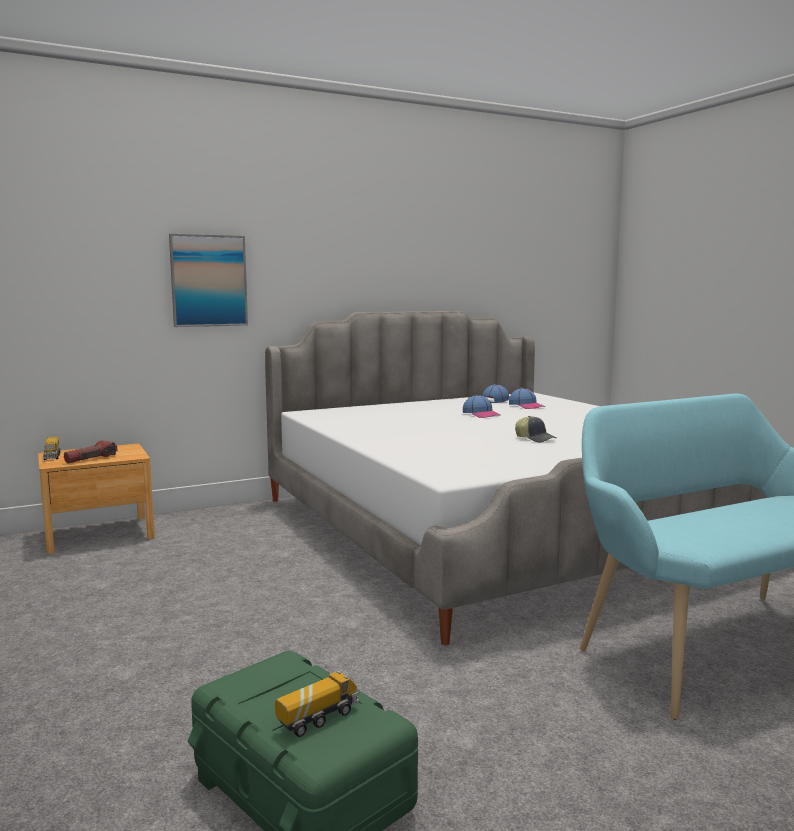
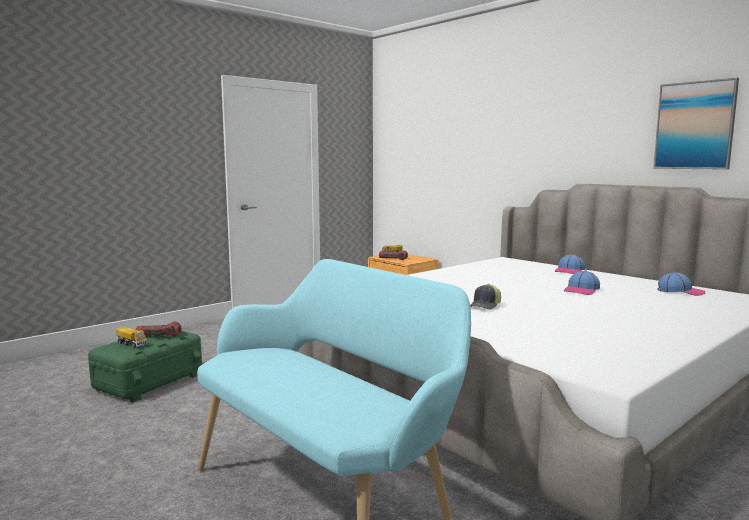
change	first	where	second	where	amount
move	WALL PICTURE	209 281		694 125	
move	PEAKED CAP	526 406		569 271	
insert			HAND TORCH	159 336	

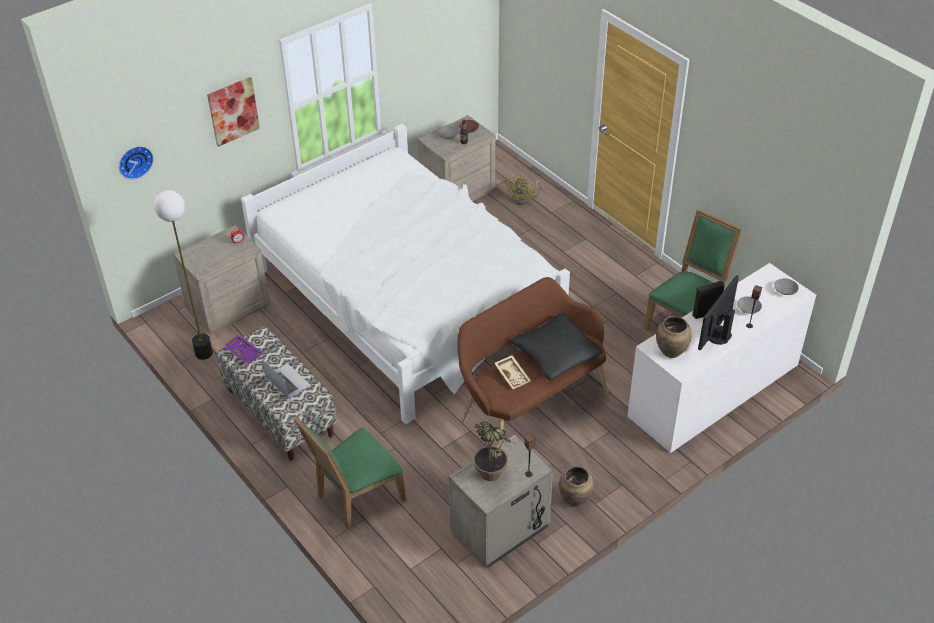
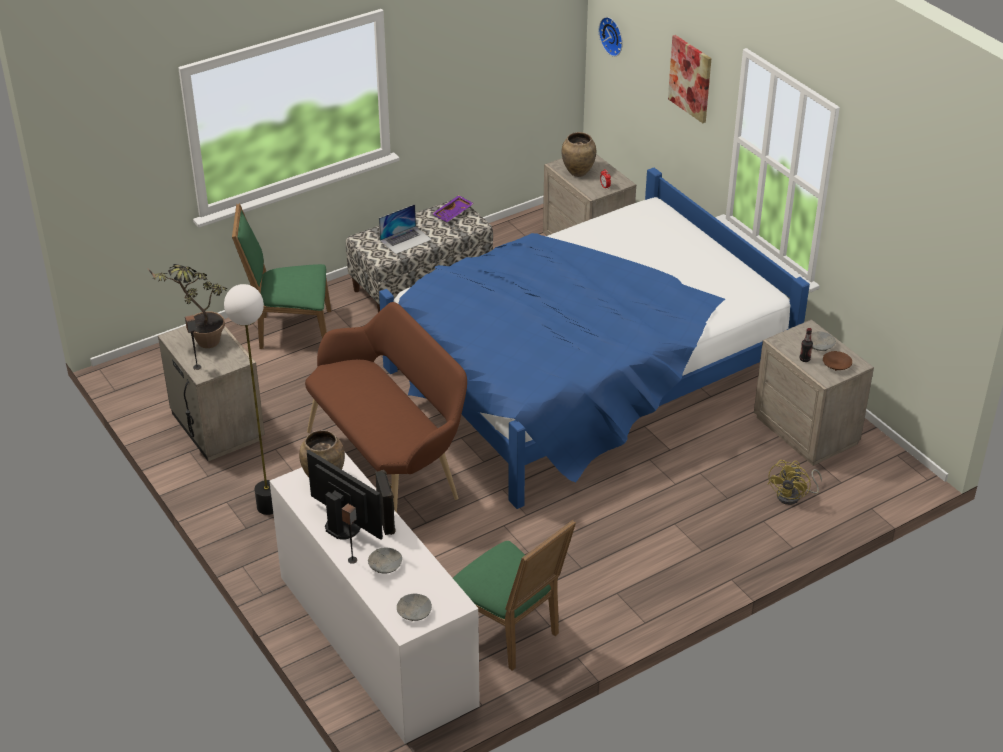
change	first	where	second	where	amount
recolor	WHITE-COLOURED BED	408 300	BLUE-COLOURED BED	586 377	
rotate	YELLOW FAN	524 199		793 496	90 degrees counterclockwise
move	FLOOR LAMP	203 353		269 506	
delete	BLACK-COLOURED THROW PILLOW	556 354			
delete	SAND-COLOURED CARRYING TRAY	513 375			
rotate	GREEN-COLOURED UPRIGHT CHAIR	356 499		290 331	60 degrees counterclockwise
move	BROWN-COLOURED DECORATIVE VASE	575 500		578 172	

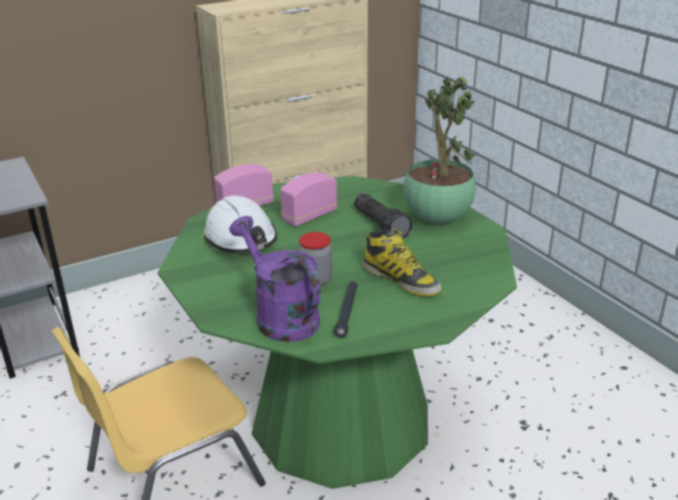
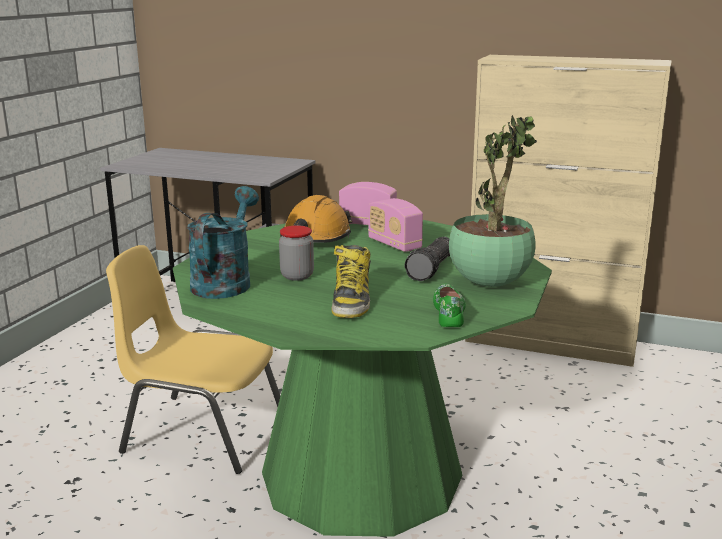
change	first	where	second	where	amount
rotate	RADIO SET	309 216		394 244	135 degrees counterclockwise
recolor	WHITE-COLOURED SAFETY HELMET	241 239	ORANGE SAFETY HELMET	315 238	
recolor	PURPLISH SPRINKLING CAN	280 316	TURQUOISE SPRINKLING CAN	225 282	
delete	BLACK-COLOURED HAND TORCH	347 312			
insert			GREEN-COLOURED LOW SHOE	450 312	

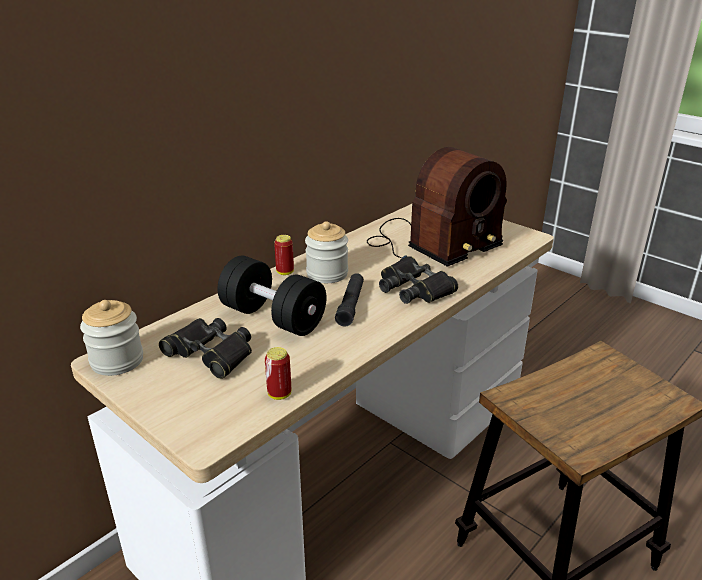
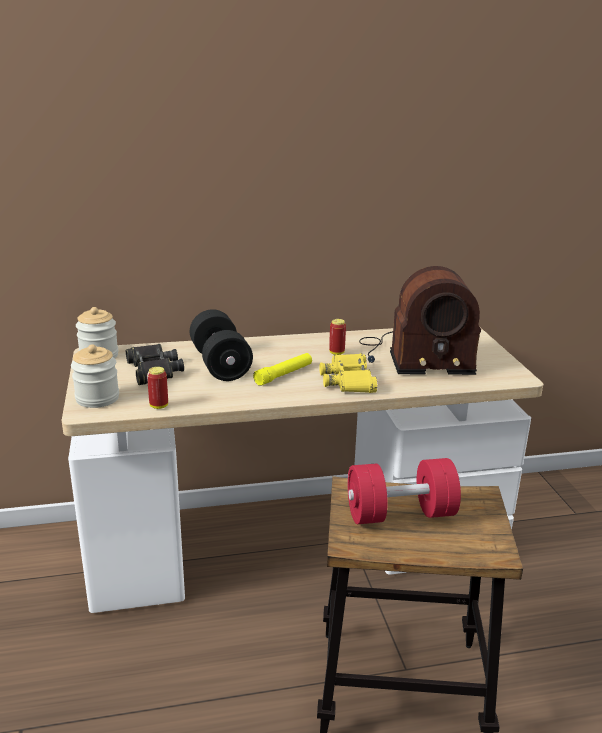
change	first	where	second	where	amount
move	PRESERVE JAR	327 274		97 398	
move	CAN	285 272		336 353	
recolor	BLACK-COLOURED FIELD GLASSES	414 288	YELLOW FIELD GLASSES	348 380	
recolor	BLACK-COLOURED HAND TORCH	350 305	YELLOW HAND TORCH	284 375	
insert			REDDISH FREE WEIGHT	400 514	

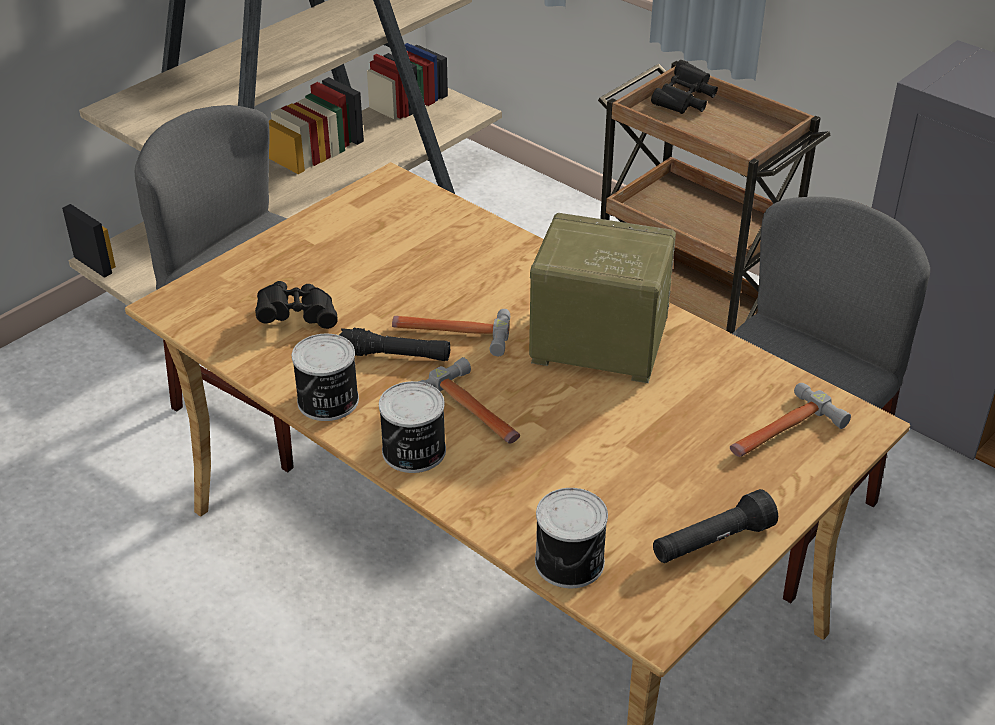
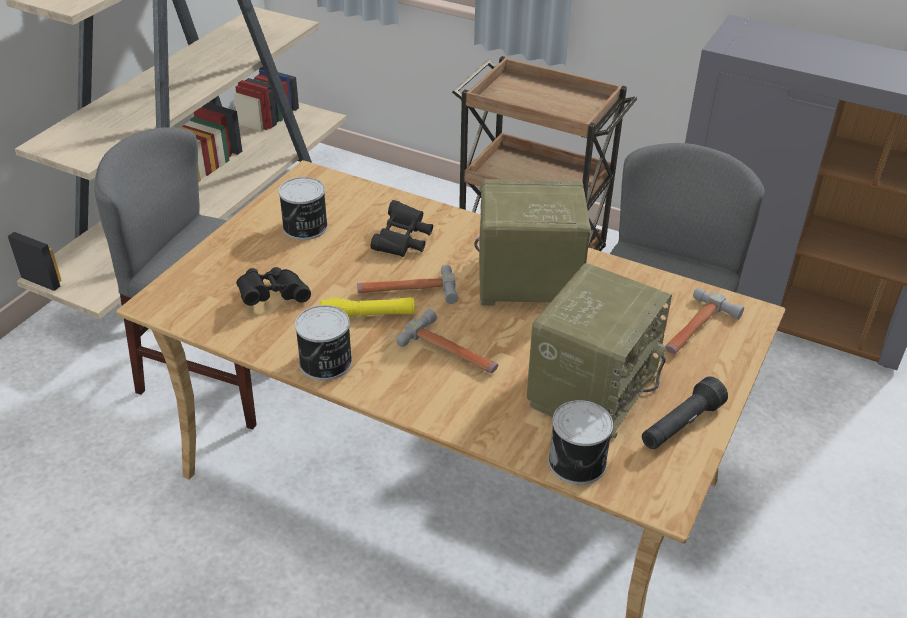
change	first	where	second	where	amount
move	BLACK-COLOURED FIELD GLASSES	684 101		403 241	
recolor	BLACK-COLOURED HAND TORCH	395 355	YELLOW HAND TORCH	368 316	
move	CAN	414 452		305 227	
insert			RADIO SET	592 388	

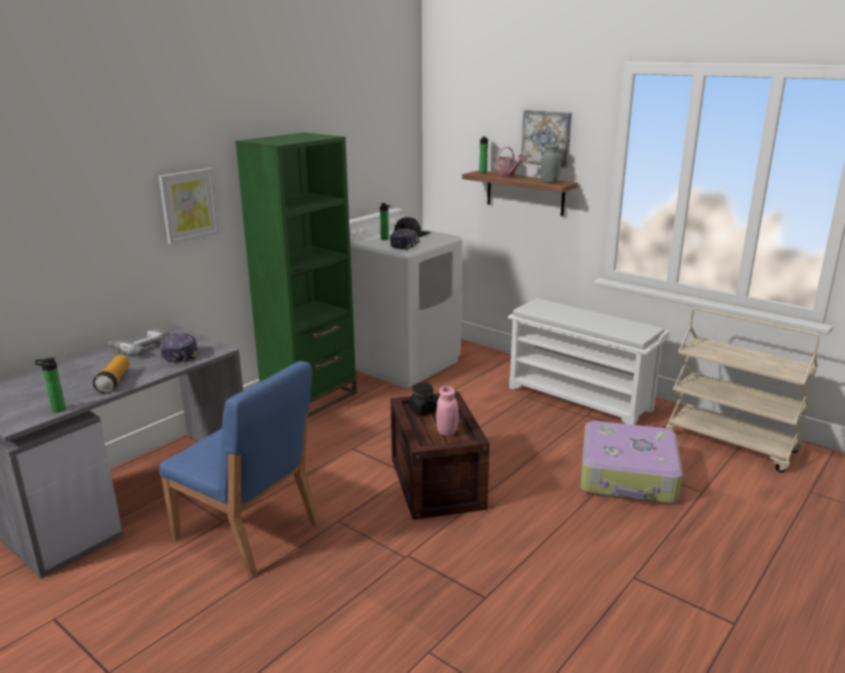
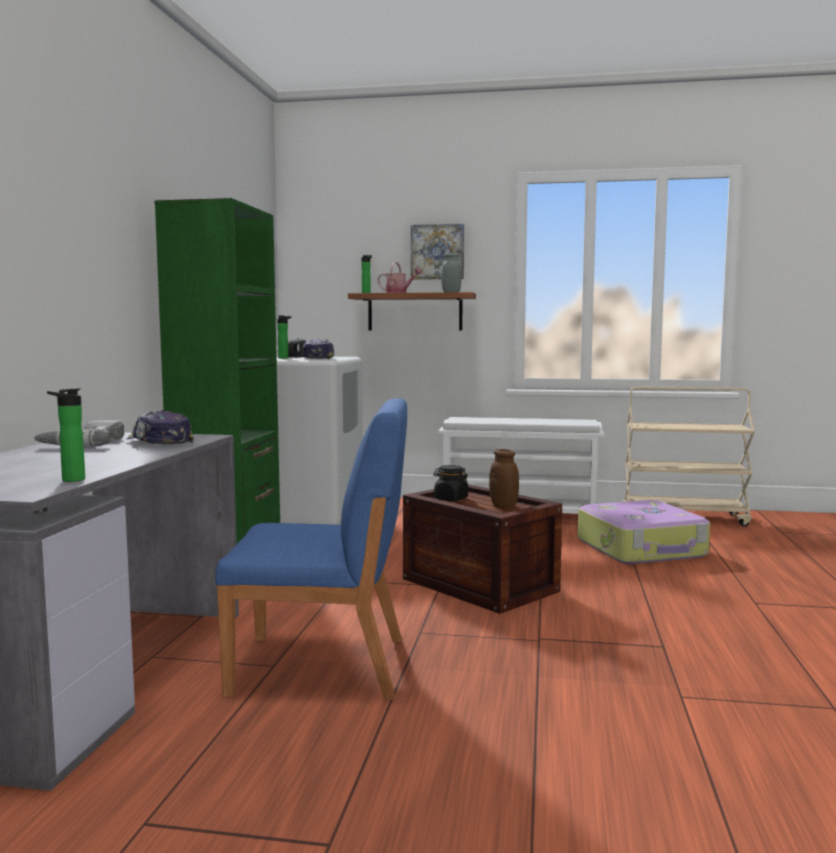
change	first	where	second	where	amount
delete	WALL PICTURE	189 205			
delete	HAND TORCH	114 382			
recolor	PINK-COLOURED PRESERVE JAR	447 432	BROWN-COLOURED PRESERVE JAR	503 506	

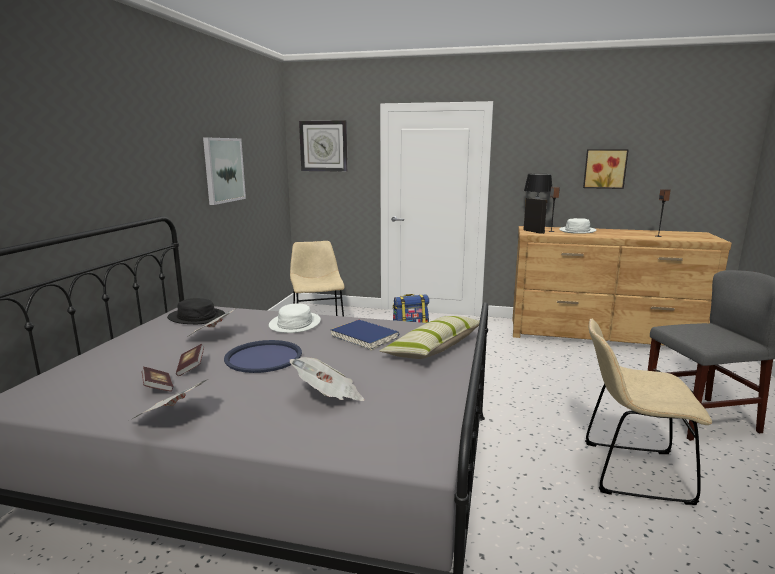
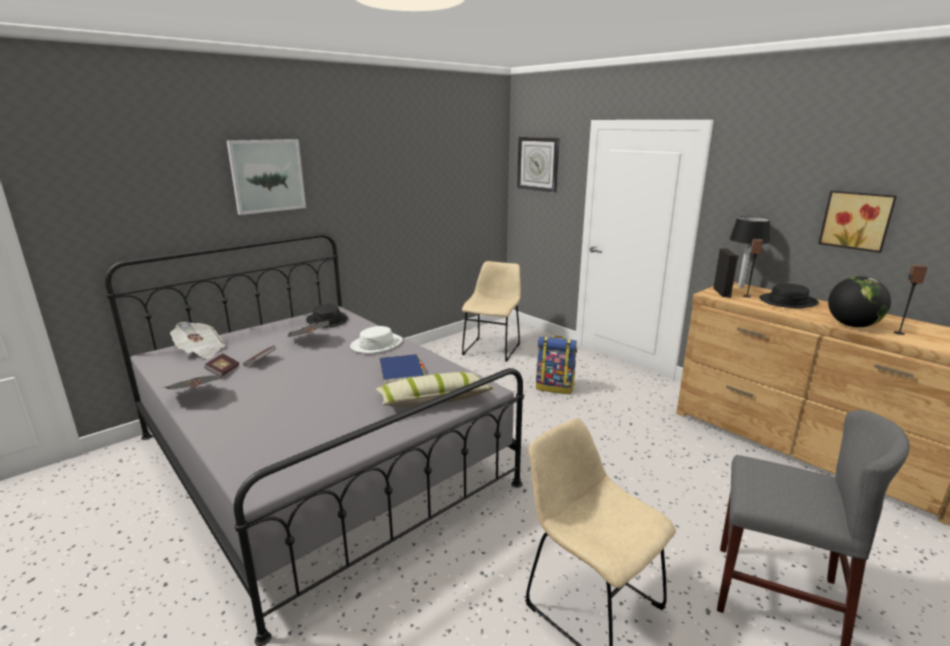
change	first	where	second	where	amount
move	WALL PICTURE	223 170		267 176	
recolor	WHITE-COLOURED CLOTHING HAT	577 231	BLACK-COLOURED CLOTHING HAT	788 301	
delete	BLUE-COLOURED CARRYING TRAY	263 357			
move	NEWSPAPER	329 397		200 351	
insert			DESK GLOBE	852 325	

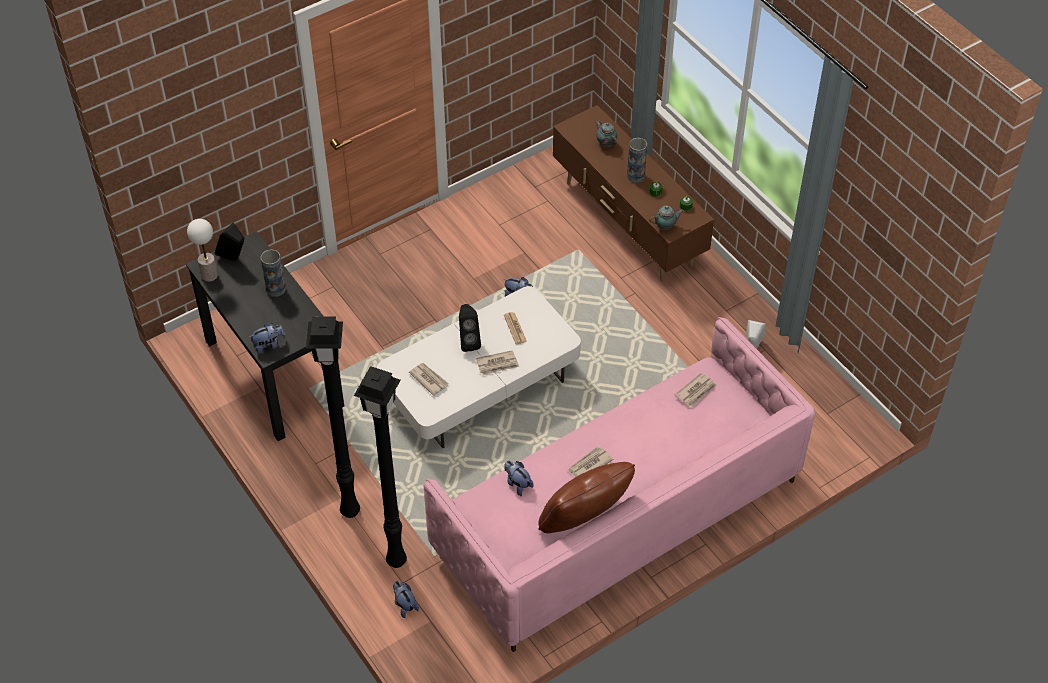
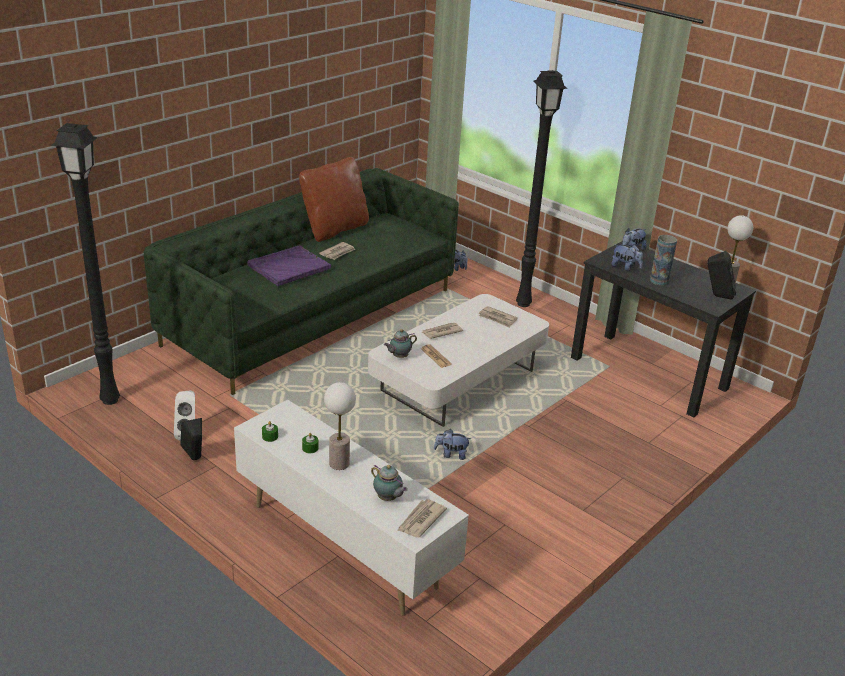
change	first	where	second	where	amount
recolor	BROWN-COLOURED TV STAND	628 224	WHITE-COLOURED TV STAND	344 544	
replace	DECORATIVE VASE	635 176	TABLETOP LAMP	339 463	
move	POT FOR TEA	666 227		399 357	
move	BLACK-COLOURED SPEAKER	468 341		195 459	
recolor	PINK-COLOURED SOFA	617 517	GREEN-COLOURED SOFA	312 316	
move	BLACK-COLOURED FLOOR LAMP	398 560		108 401	
move	NEWSPAPER	696 391		420 520	
move	SOFT TOY	517 484		625 267	
insert			PURPLISH CARRYING TRAY	288 267	

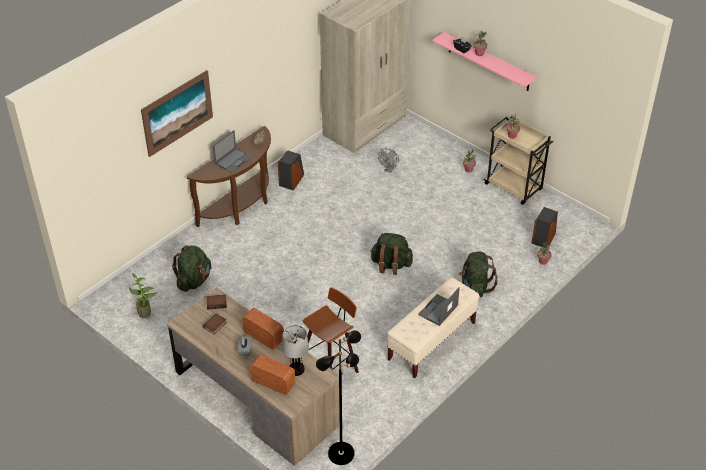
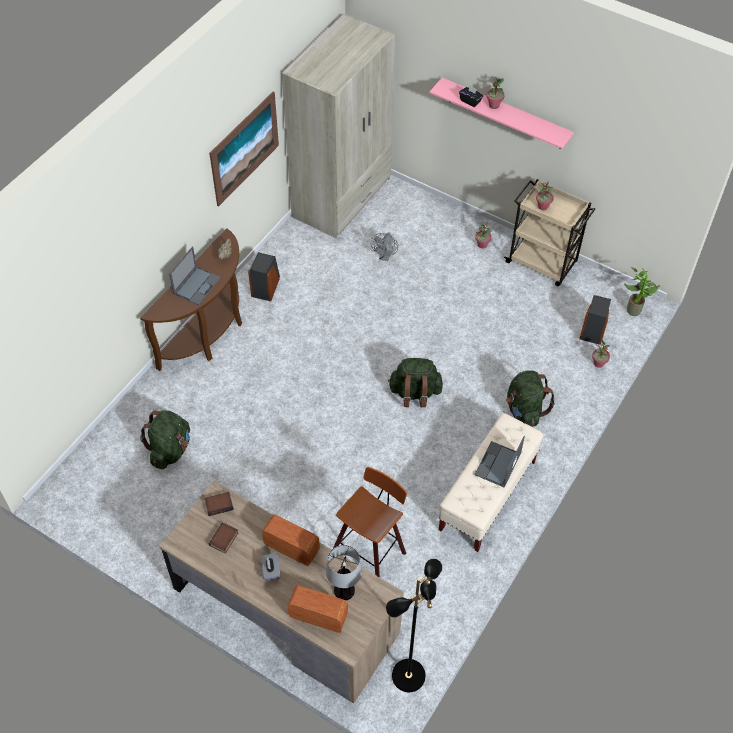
change	first	where	second	where	amount
move	WALL PICTURE	177 113		244 148	
move	POTTED PLANT	146 313		635 309	

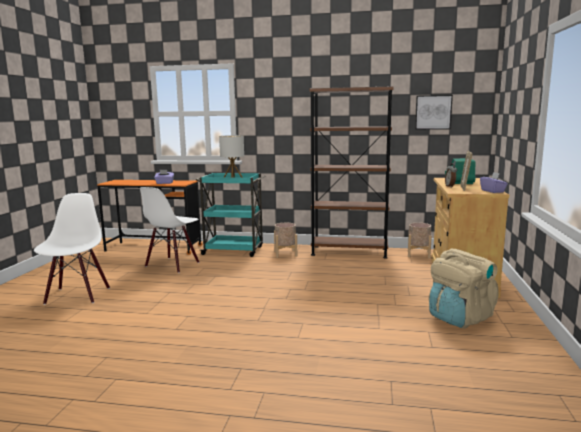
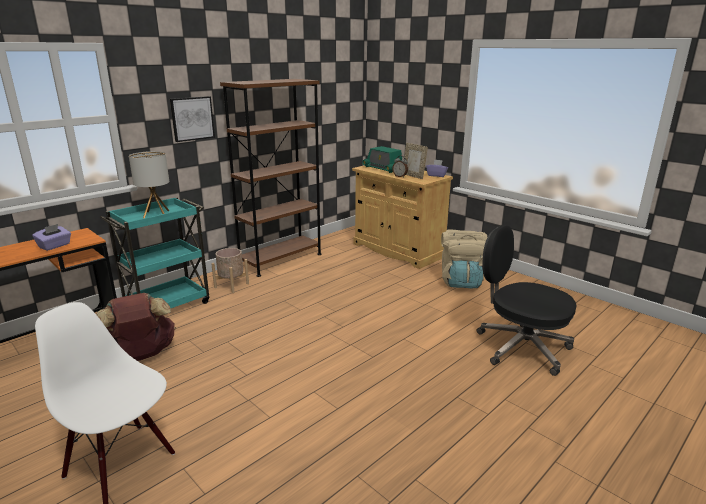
change	first	where	second	where	amount
move	WALL PICTURE	433 112		192 118	
replace	WHITE-COLOURED UPRIGHT CHAIR	172 265	BROWN-COLOURED BACKPACK	139 356	
delete	SAND-COLOURED FLOWER POT	418 254			
insert			BLACK-COLOURED DESK CHAIR	520 347	

